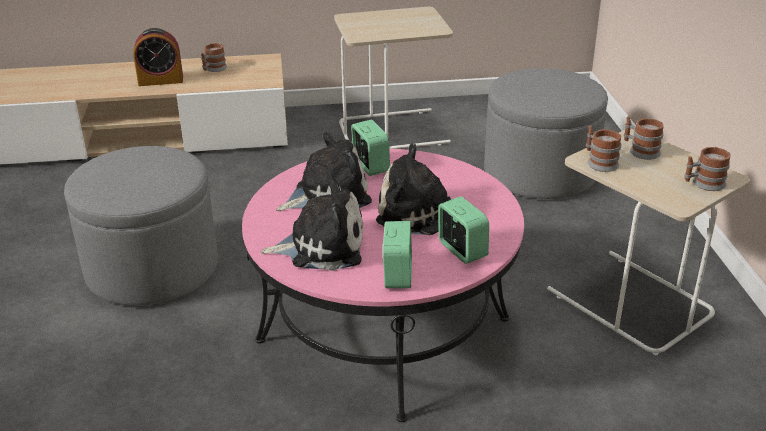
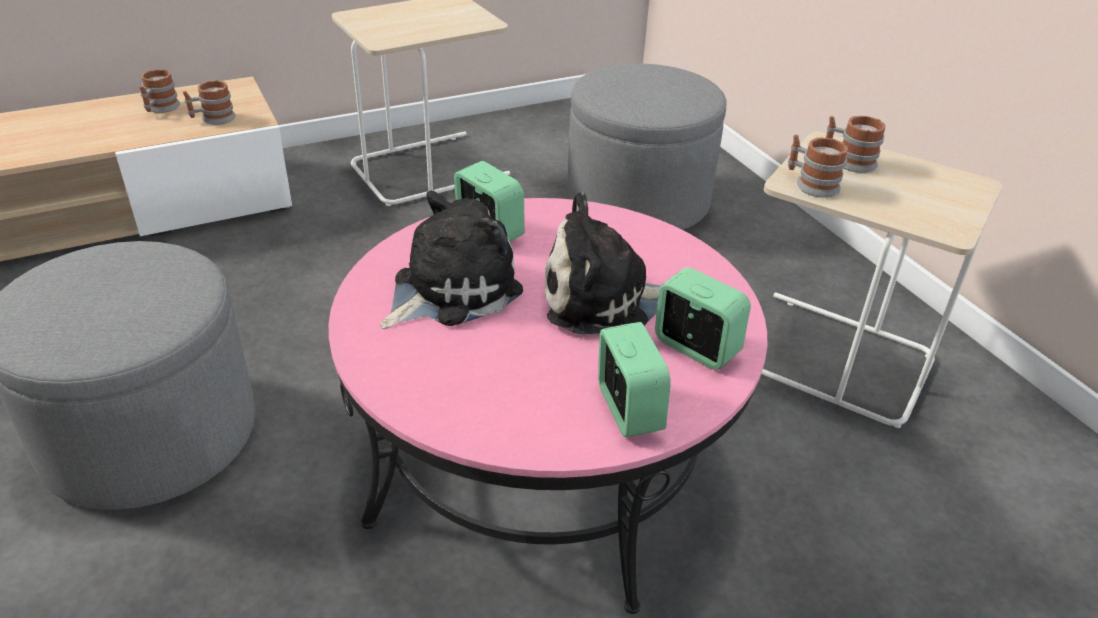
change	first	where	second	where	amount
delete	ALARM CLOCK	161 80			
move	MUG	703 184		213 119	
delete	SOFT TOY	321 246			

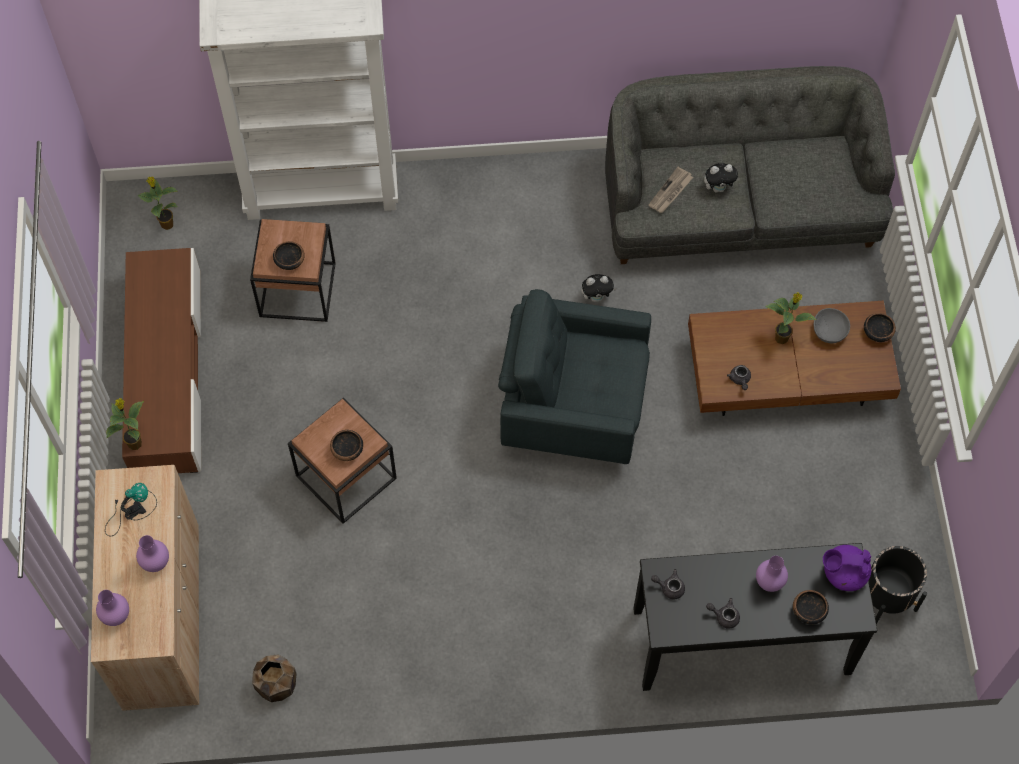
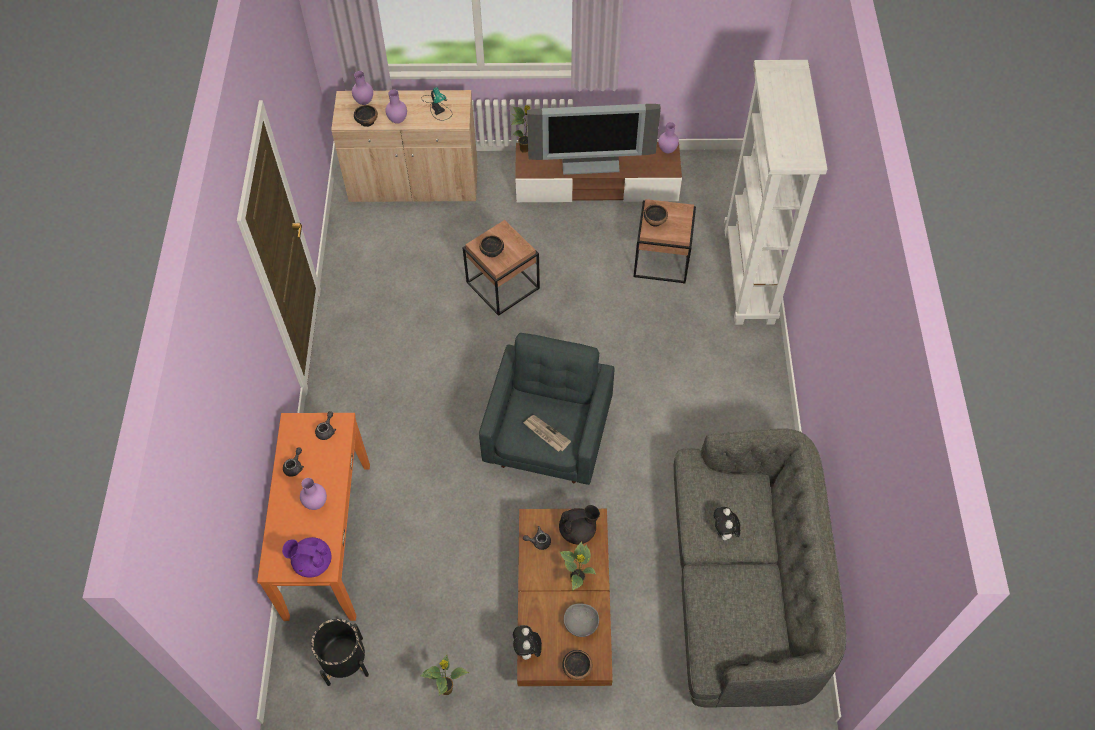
change	first	where	second	where	amount
move	NEWSPAPER	670 192		546 434	
move	POTTED PLANT	166 224		447 688	
move	SOFT TOY	597 297		527 650	
recolor	BLACK-COLOURED CONSOLE TABLE	741 642	ORANGE CONSOLE TABLE	327 539	
rotate	PURPLISH POT FOR TEA	843 573		312 562	90 degrees counterclockwise
move	DEEP DISH	808 612		366 121	
delete	BROWN-COLOURED FLOWER POT	276 685			
insert			TELEVISION	590 162	
insert			PURPLISH DECORATIVE VASE	667 150	
insert			BLACK-COLOURED POT FOR TEA	578 530	

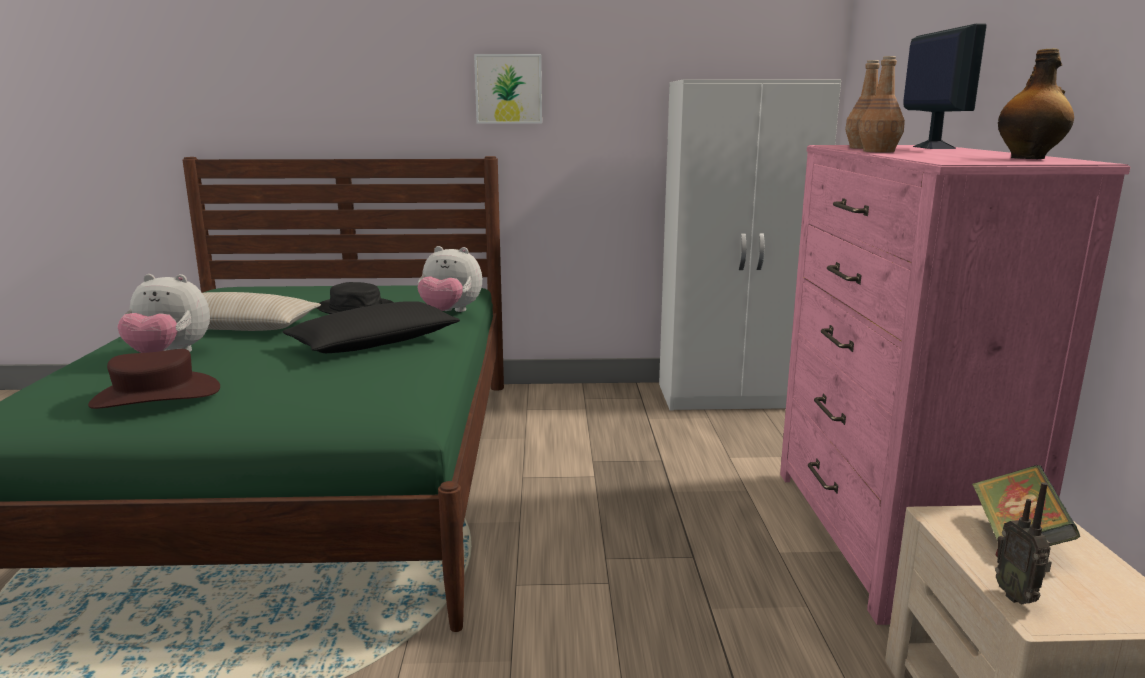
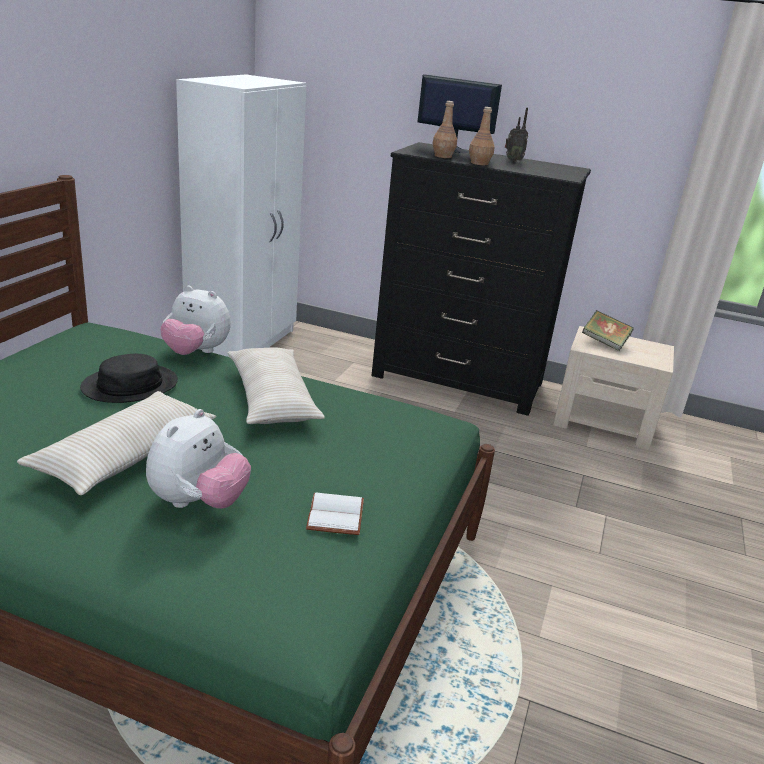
change	first	where	second	where	amount
delete	BEVERAGE BOTTLE	1029 158			
delete	WALL PICTURE	508 89			
recolor	PINK-COLOURED DRESSER	885 536	BLACK-COLOURED DRESSER	458 380	
rotate	SOFT TOY	450 312		196 352	75 degrees clockwise
recolor	BLACK-COLOURED THROW PILLOW	375 343	SAND-COLOURED THROW PILLOW	272 398	
replace	BROWN-COLOURED CLOTHING HAT	156 396	WHITE-COLOURED BOOK	337 516	
move	RADIO SET	1017 596		513 160	

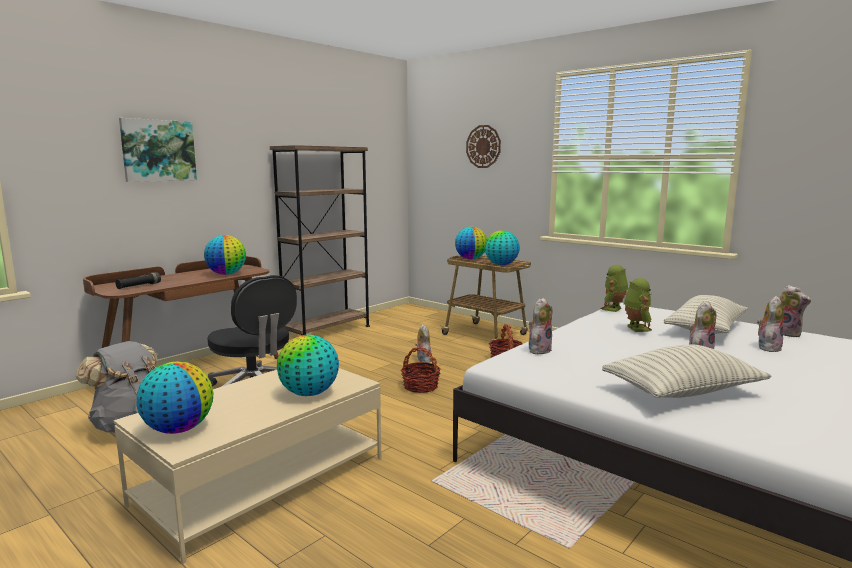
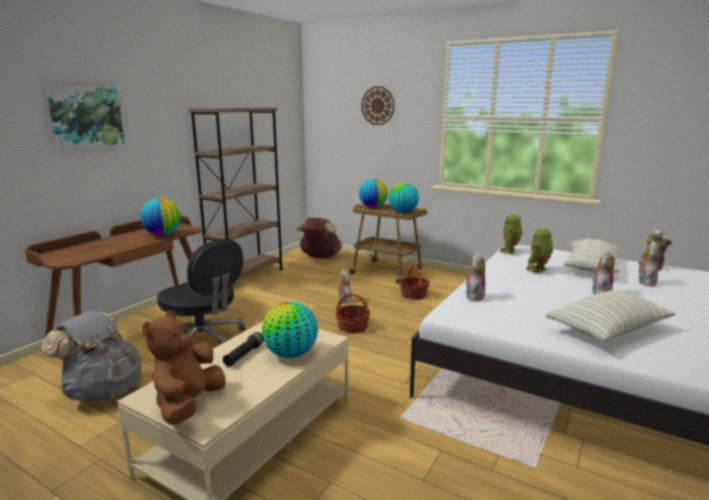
change	first	where	second	where	amount
move	BLACK-COLOURED HAND TORCH	139 286		244 355	
rotate	MODEL ROBOT	635 328		538 270	120 degrees counterclockwise
replace	DESK GLOBE	179 429	BROWN-COLOURED SOFT TOY	188 405	
insert			BROWN-COLOURED BACKPACK	320 257	

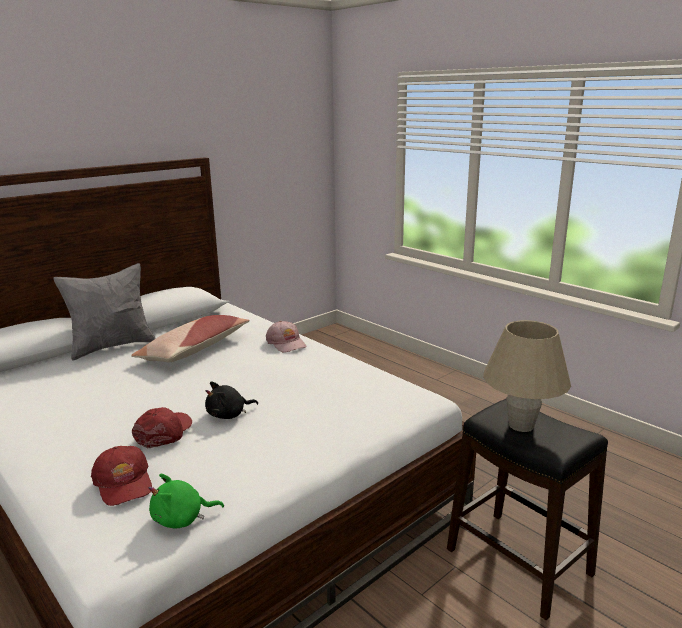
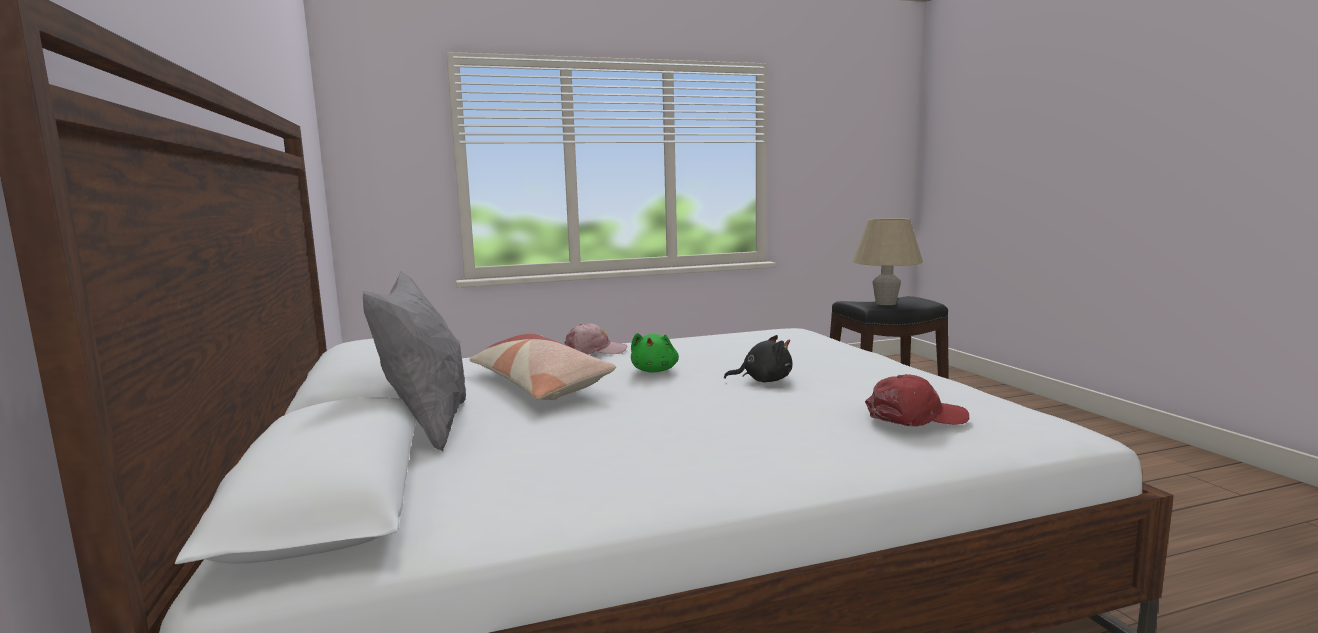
change	first	where	second	where	amount
rotate	BLACK-COLOURED SOFT TOY	229 415		763 380	90 degrees counterclockwise
delete	REDDISH PEAKED CAP	164 432			
move	GREEN-COLOURED SOFT TOY	182 519		655 370	

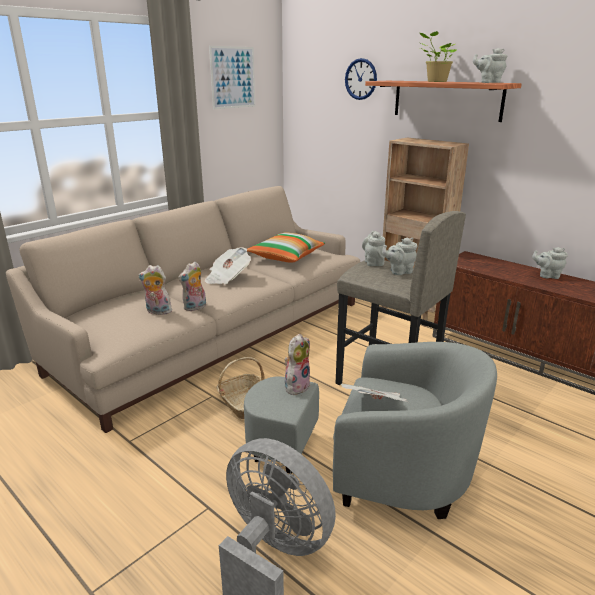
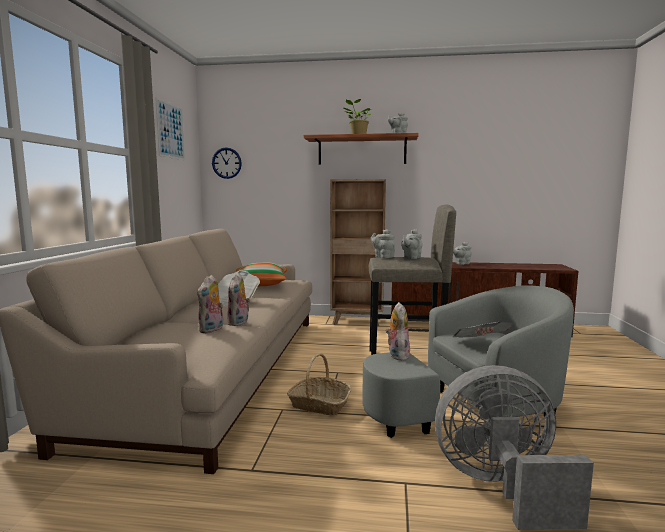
change	first	where	second	where	amount
move	WALL CLOCK	360 79		226 163	
rotate	SOFT TOY	157 312		212 330	45 degrees counterclockwise

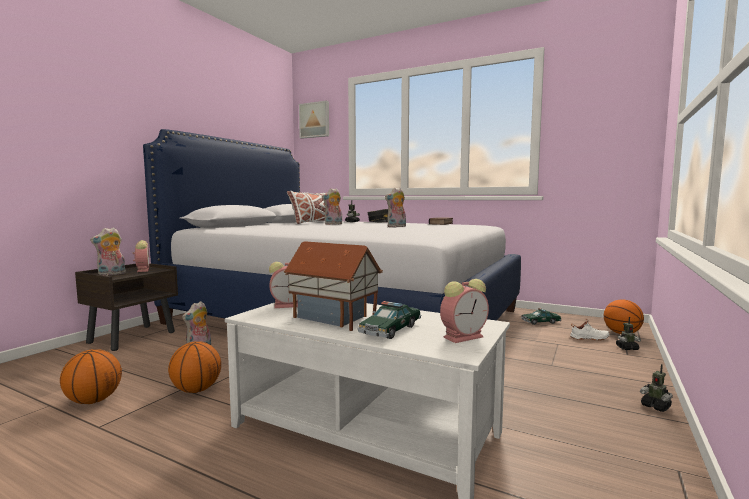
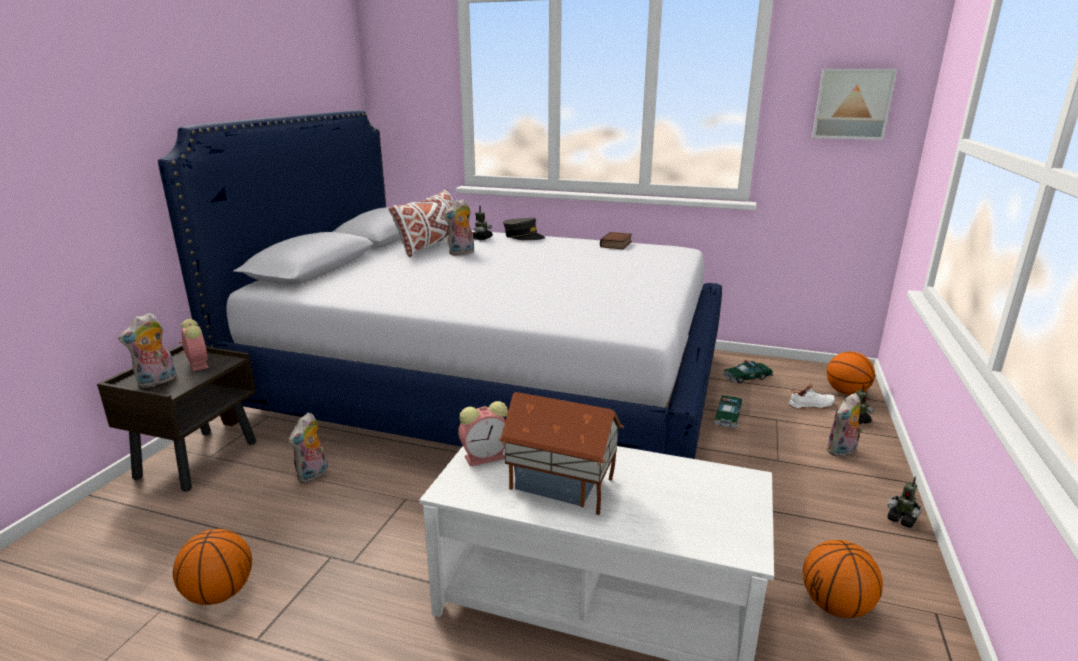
change	first	where	second	where	amount
move	WALL PICTURE	315 120		852 104	
move	SOFT TOY	396 227		842 452	
delete	ALARM CLOCK	464 337			
move	MODEL CAR	391 330		727 417	
move	BASKETBALL	196 390		835 606	

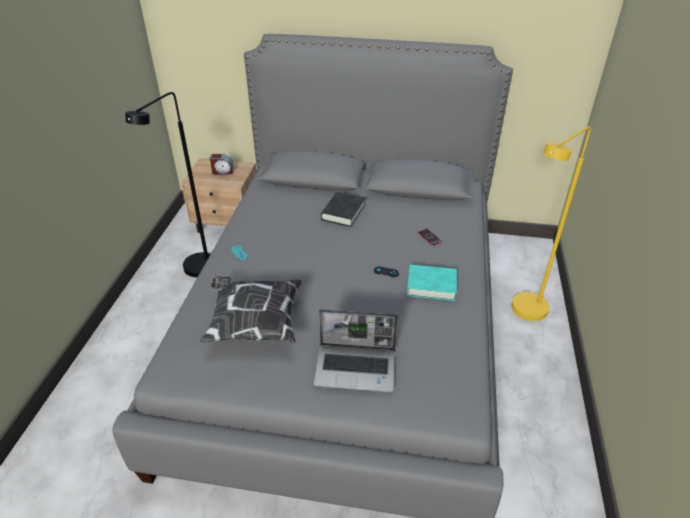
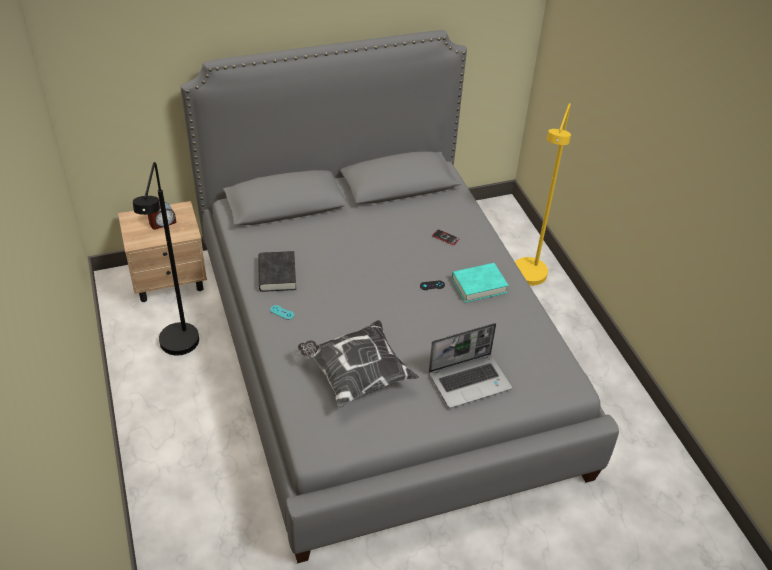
change	first	where	second	where	amount
move	BLACK-COLOURED BOOK	343 212		277 275	

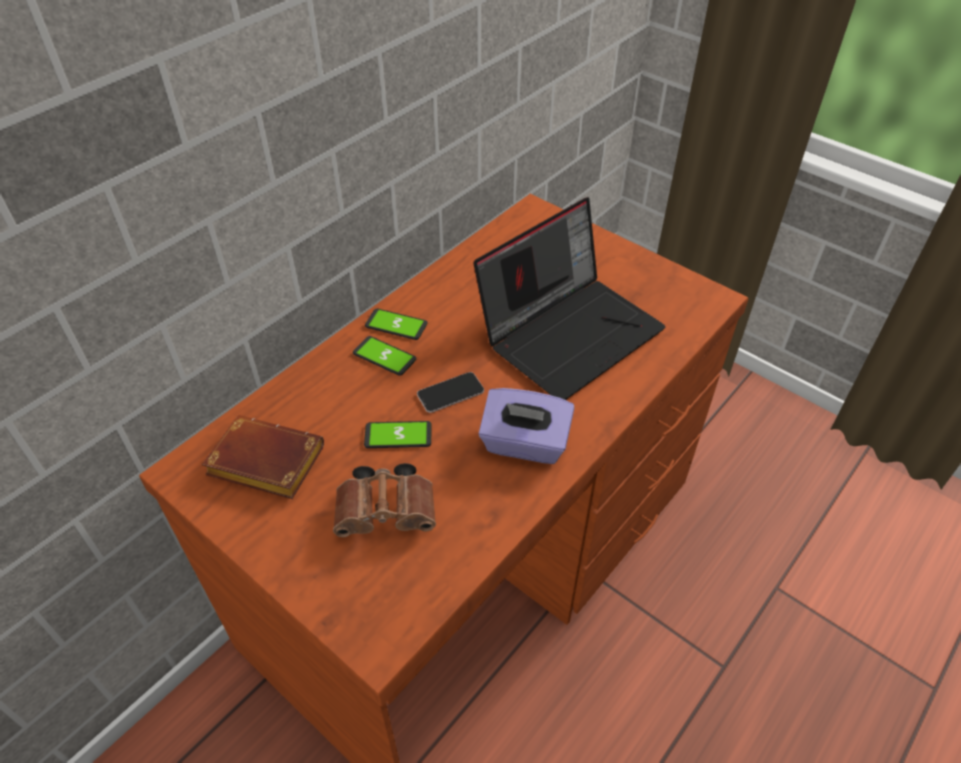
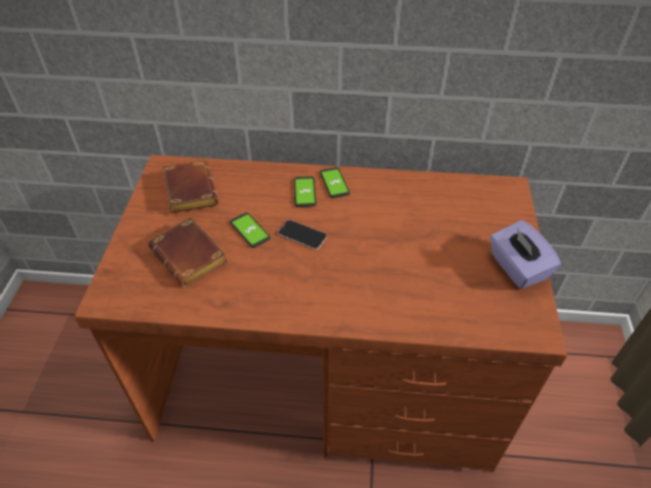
change	first	where	second	where	amount
delete	PORTABLE COMPUTER	570 331			
move	PURPLISH BOX OF TISSUES	524 444		516 268	
replace	BROWN-COLOURED FIELD GLASSES	389 512	BROWN-COLOURED BOOK	192 257	

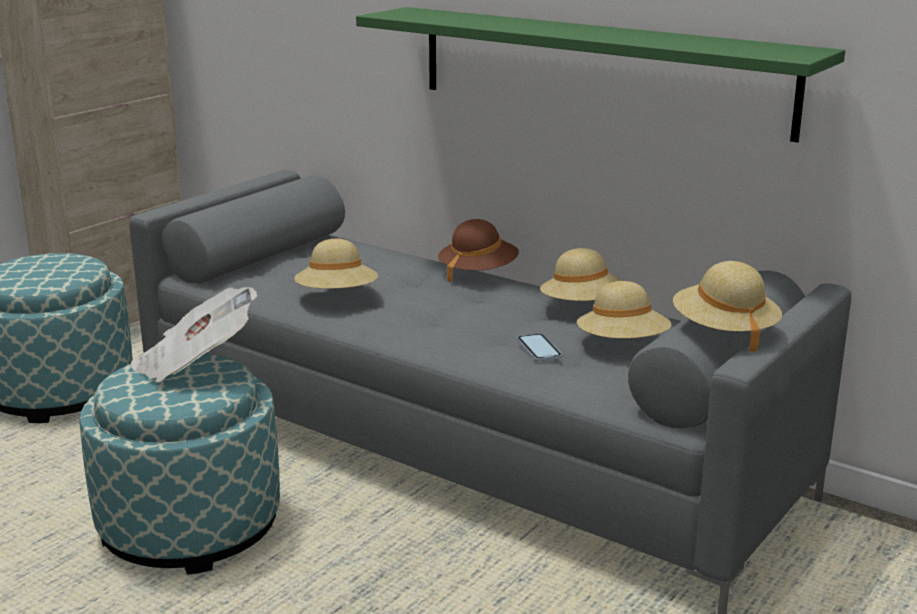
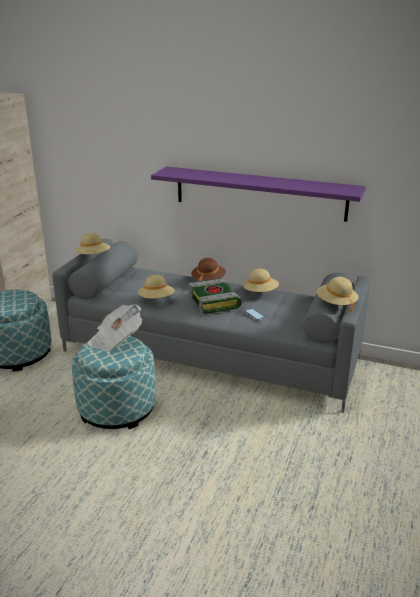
change	first	where	second	where	amount
recolor	GREEN-COLOURED WALL SHELF	598 69	PURPLISH WALL SHELF	259 193	
move	SAND-COLOURED CLOTHING HAT	622 345		93 256	
insert			BOOK	215 302	

